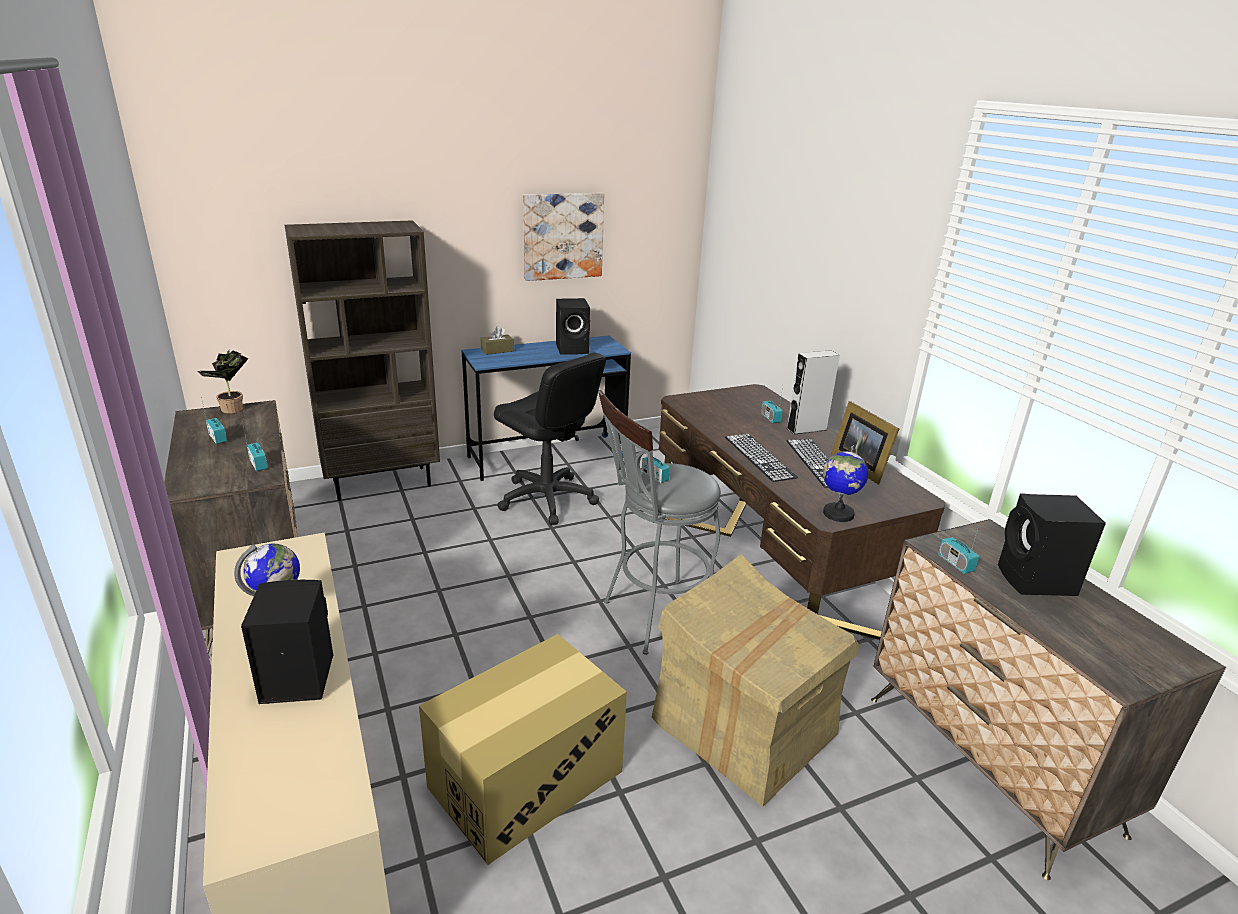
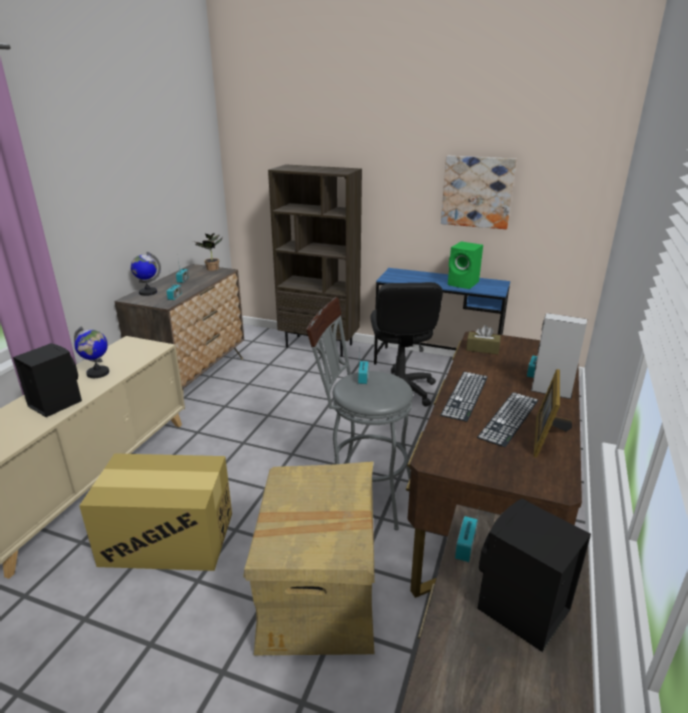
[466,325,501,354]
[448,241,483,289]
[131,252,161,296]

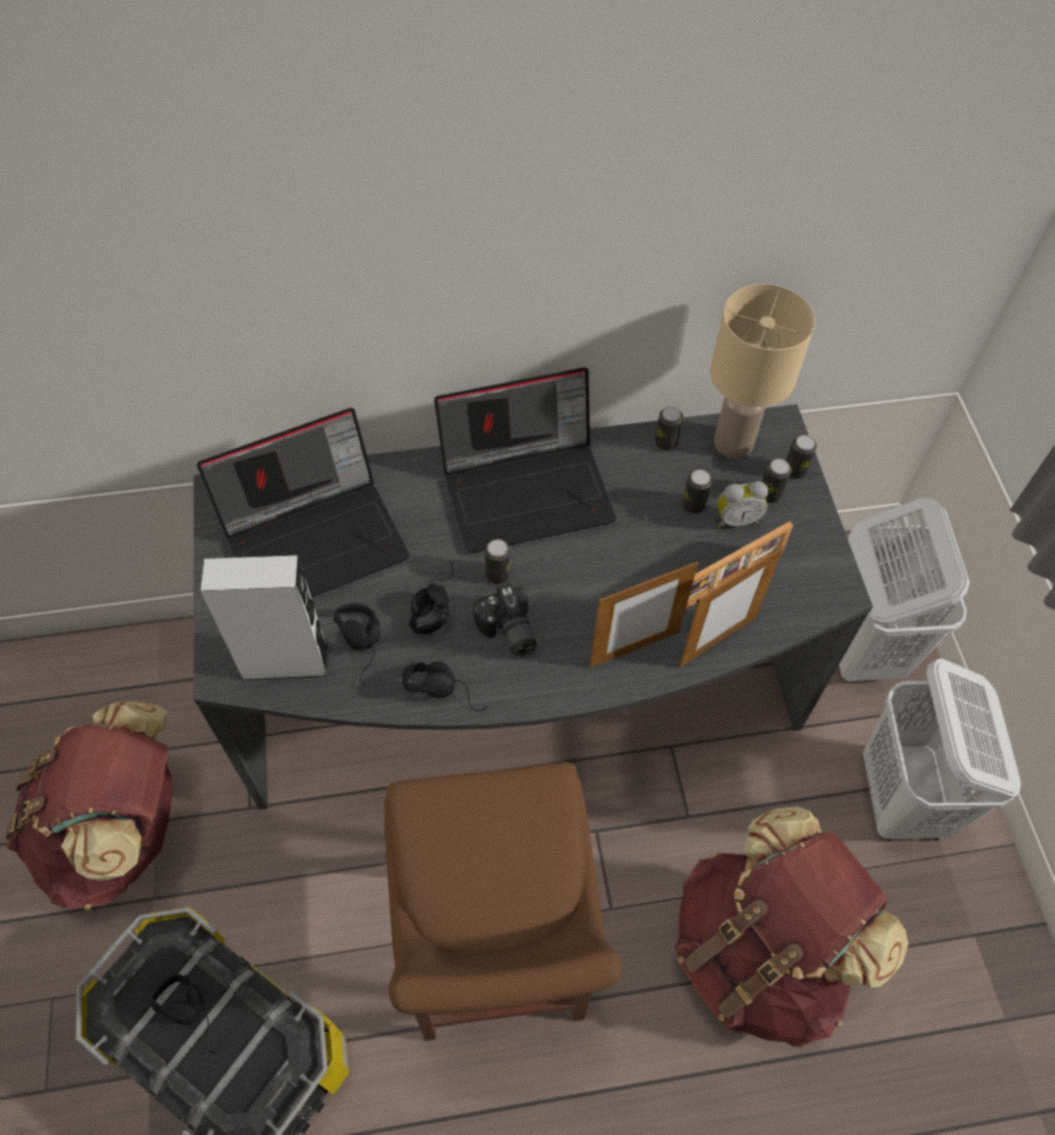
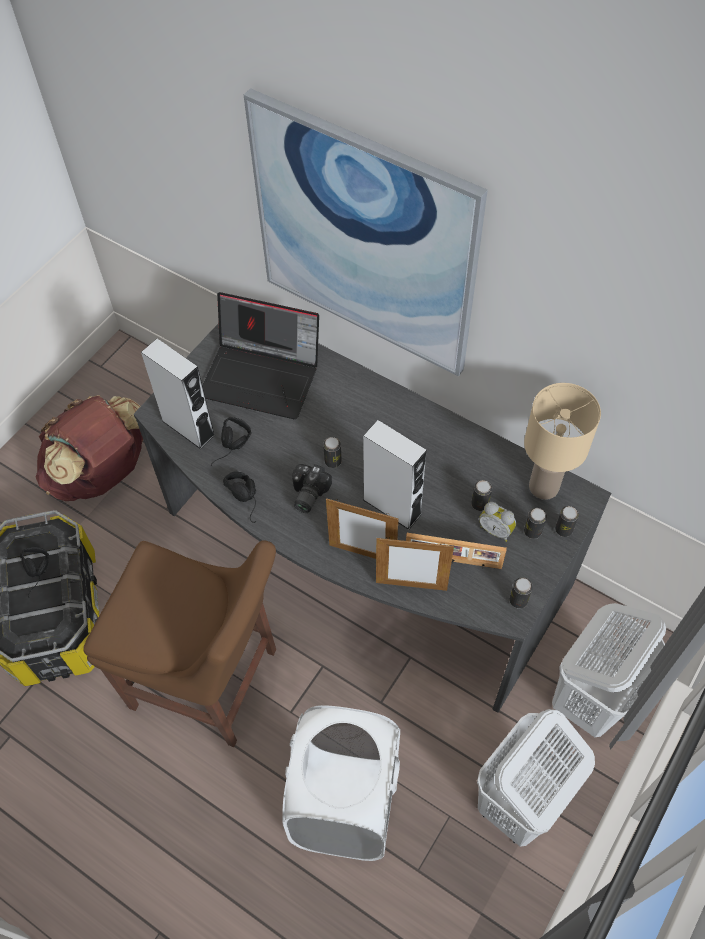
[83,540,276,747]
[409,561,453,634] (first image)
[434,367,616,553] (first image)
[509,577,533,609]
[282,705,400,861]
[244,88,488,376]
[363,420,427,530]

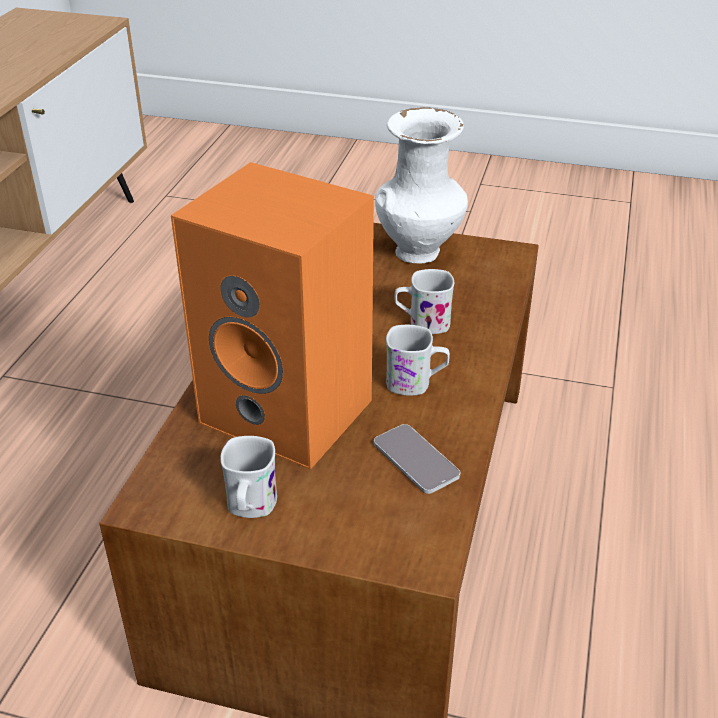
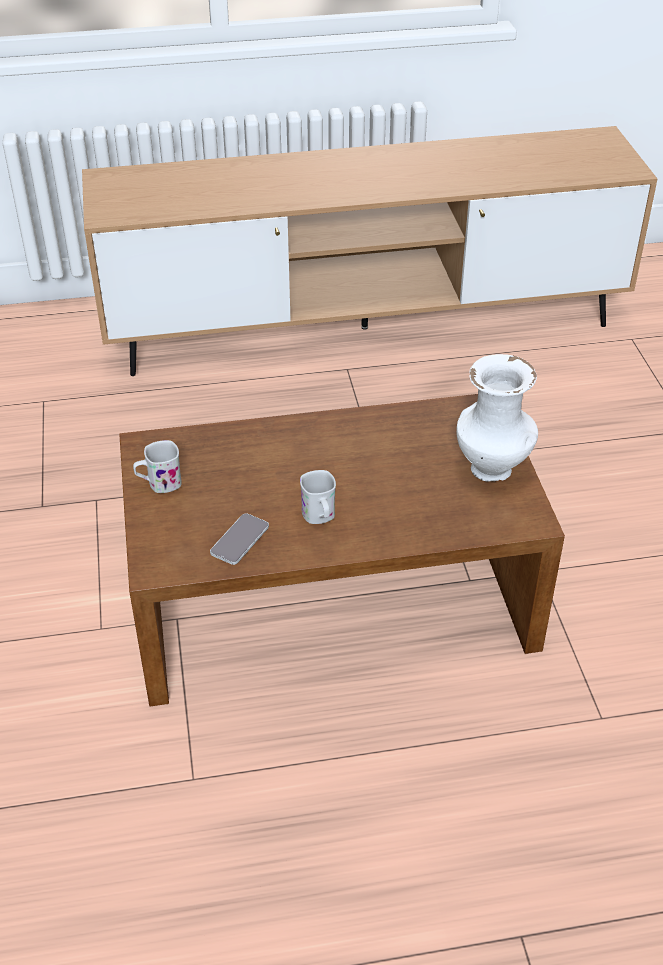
[171,162,374,470] (first image)
[395,269,454,334] (first image)

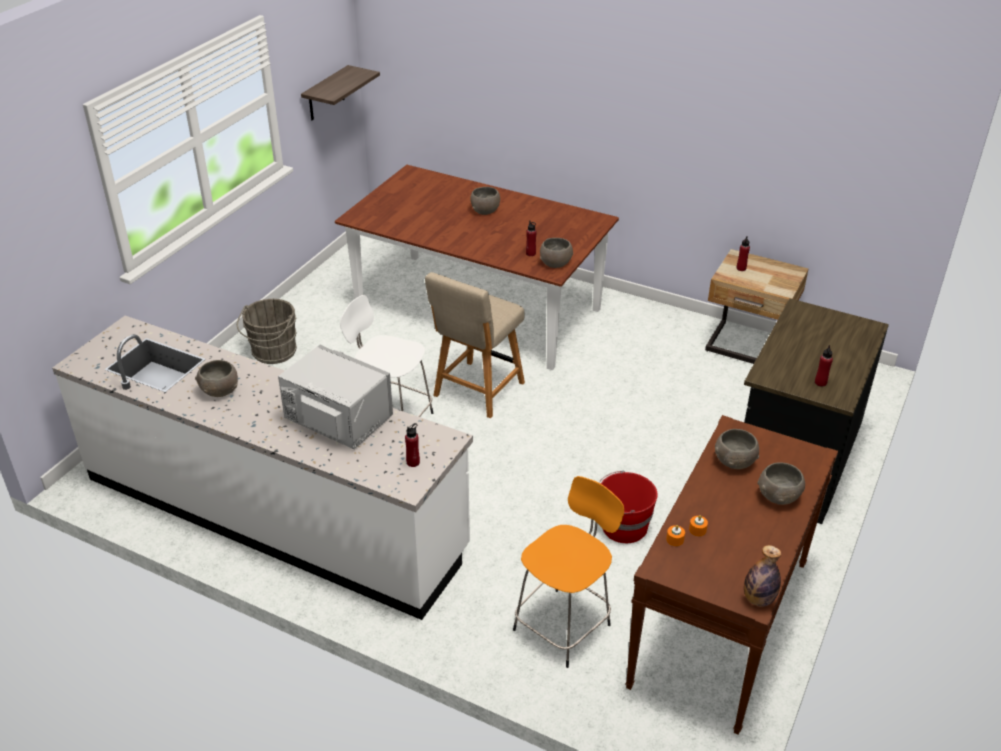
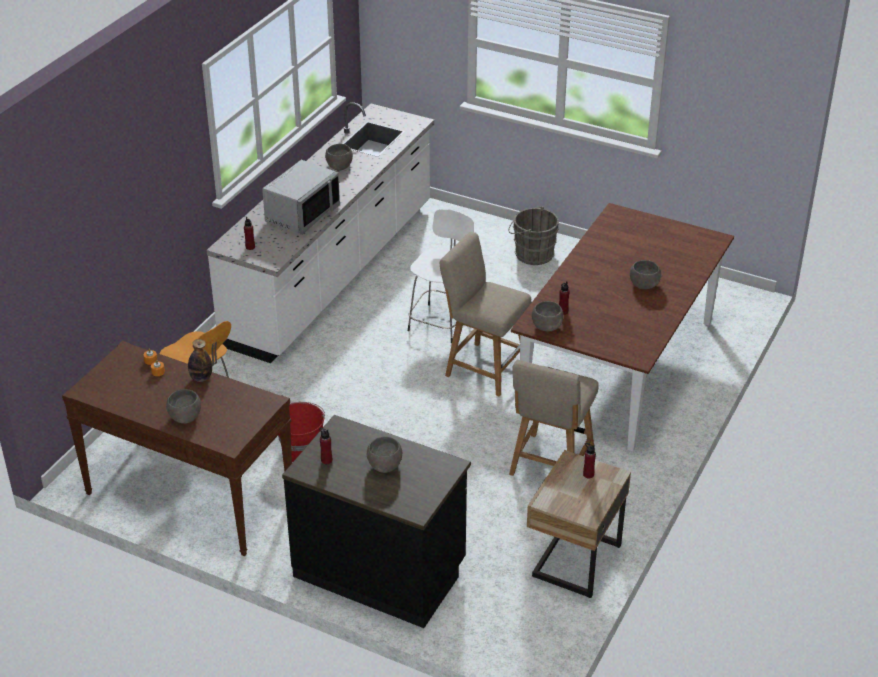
[301,65,380,120] (first image)
[367,436,402,473]
[188,339,212,382]
[509,360,599,476]

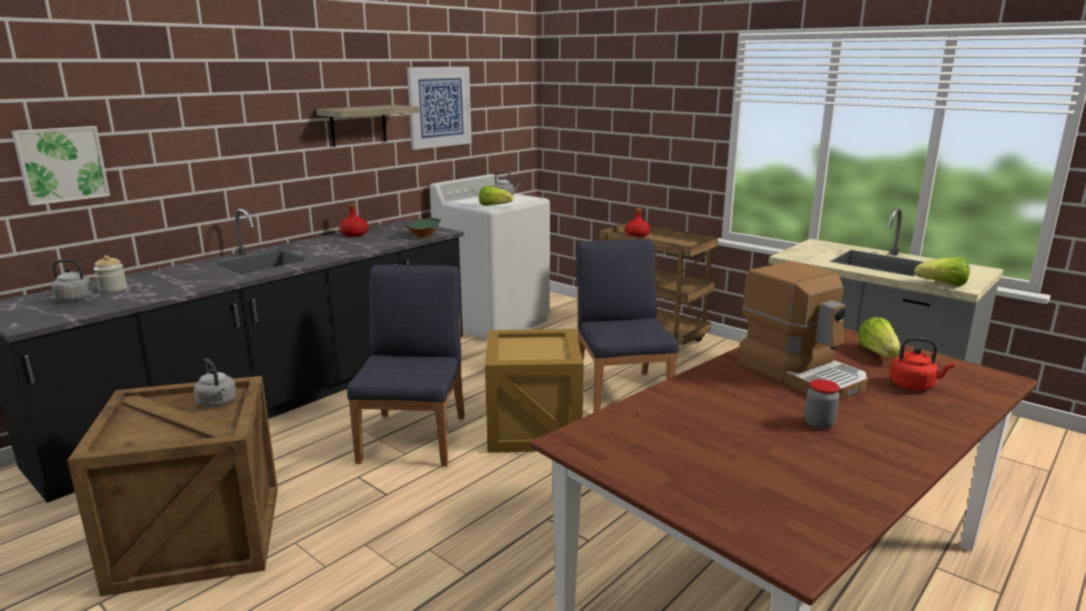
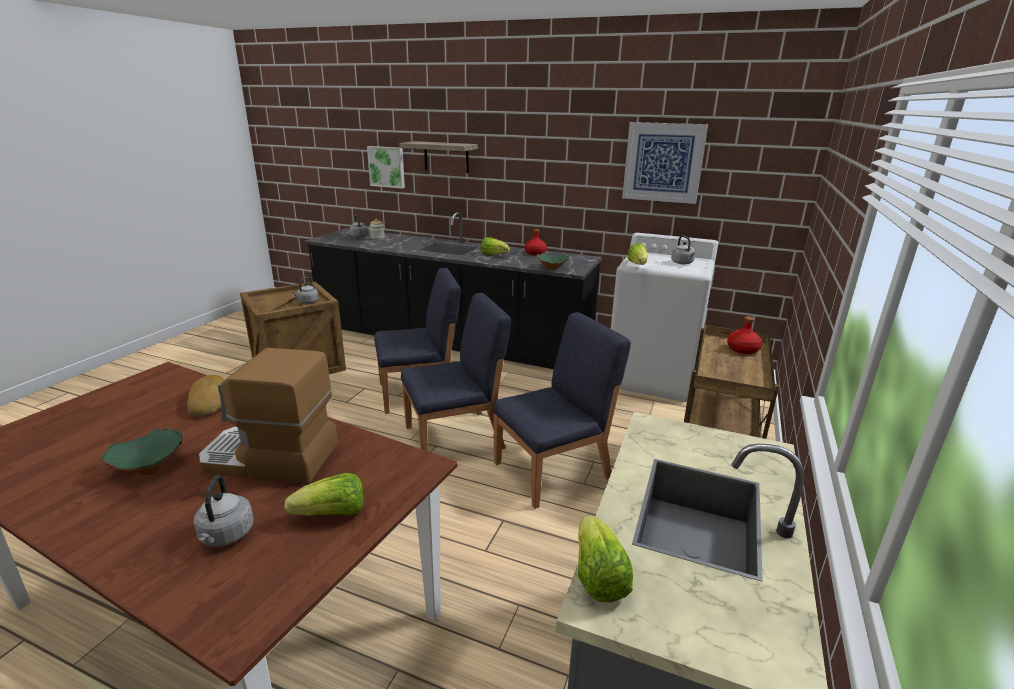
[399,141,478,173]
[401,293,511,451]
[199,348,338,483]
[100,427,183,475]
[194,475,254,547]
[187,375,225,416]
[480,237,510,255]

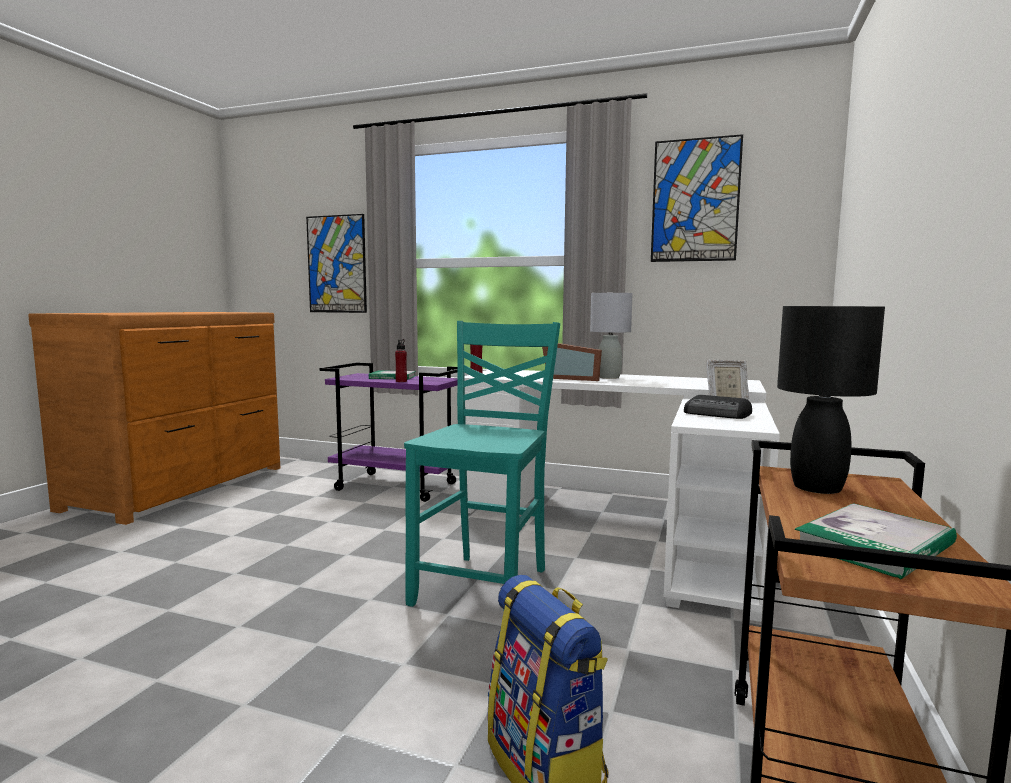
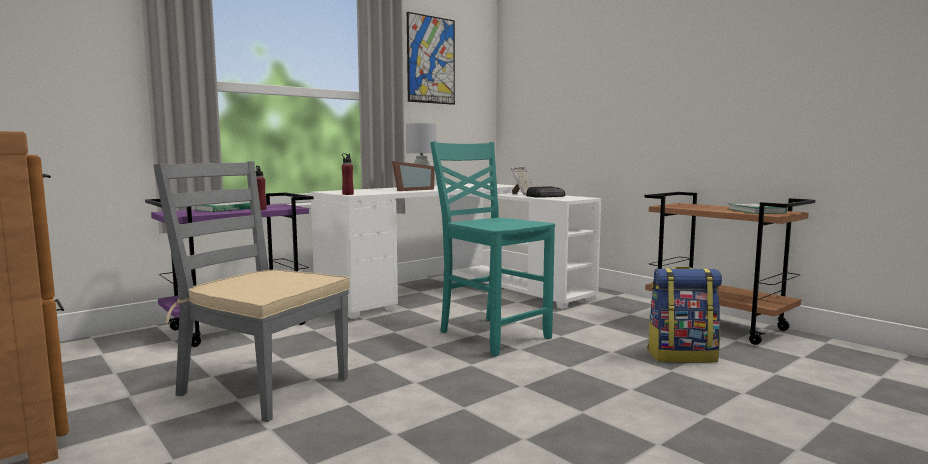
[306,214,367,313] (first image)
[777,306,885,494] (first image)
[153,161,350,422]

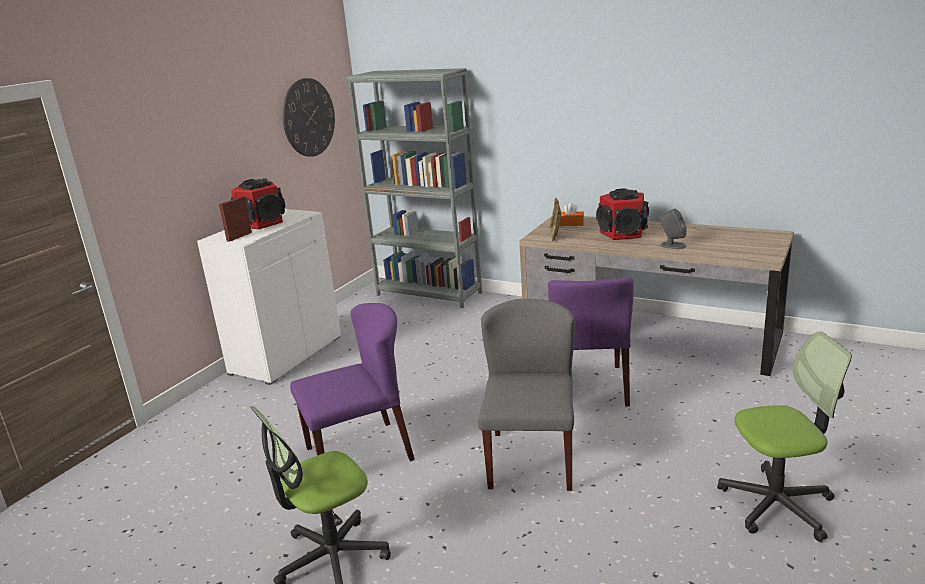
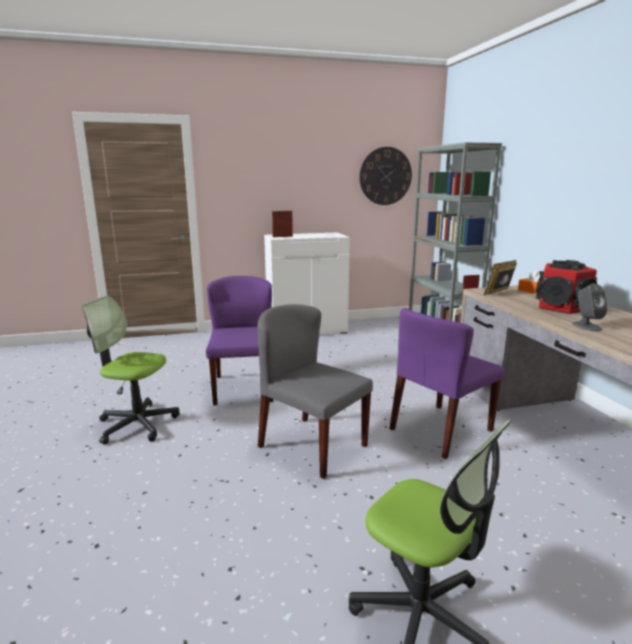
[230,178,285,229] (first image)
[206,276,273,405]
[258,304,373,479]

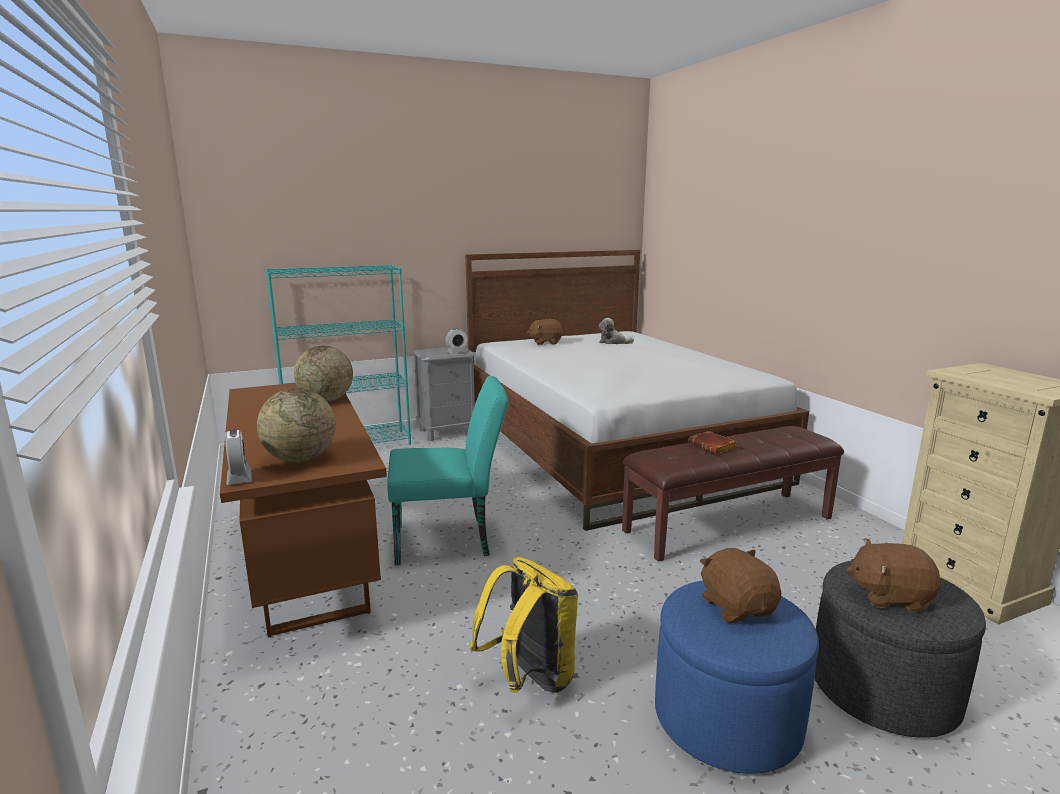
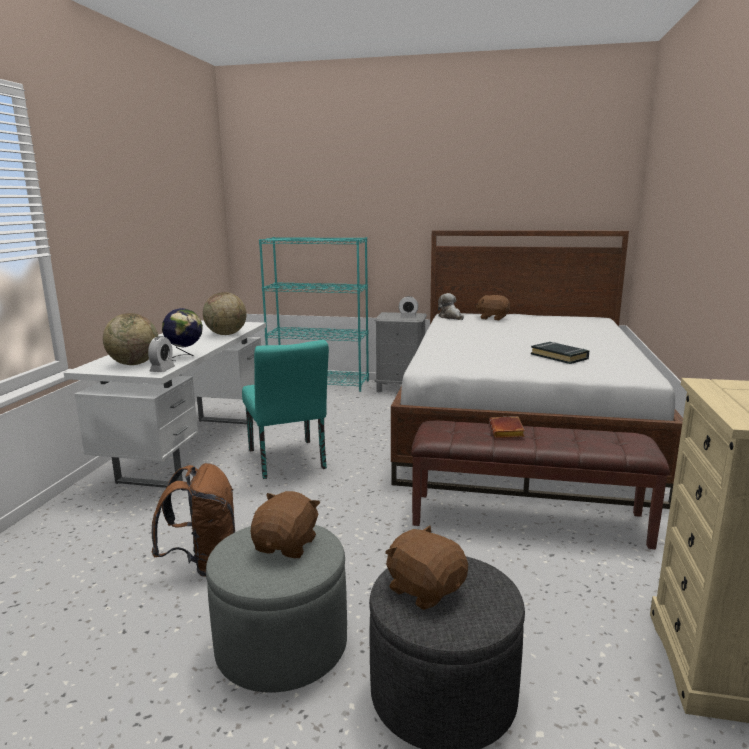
[64,320,266,488]
[148,336,175,372]
[242,340,329,479]
[151,463,235,576]
[438,293,464,320]
[206,525,347,693]
[162,308,203,361]
[531,342,590,364]

